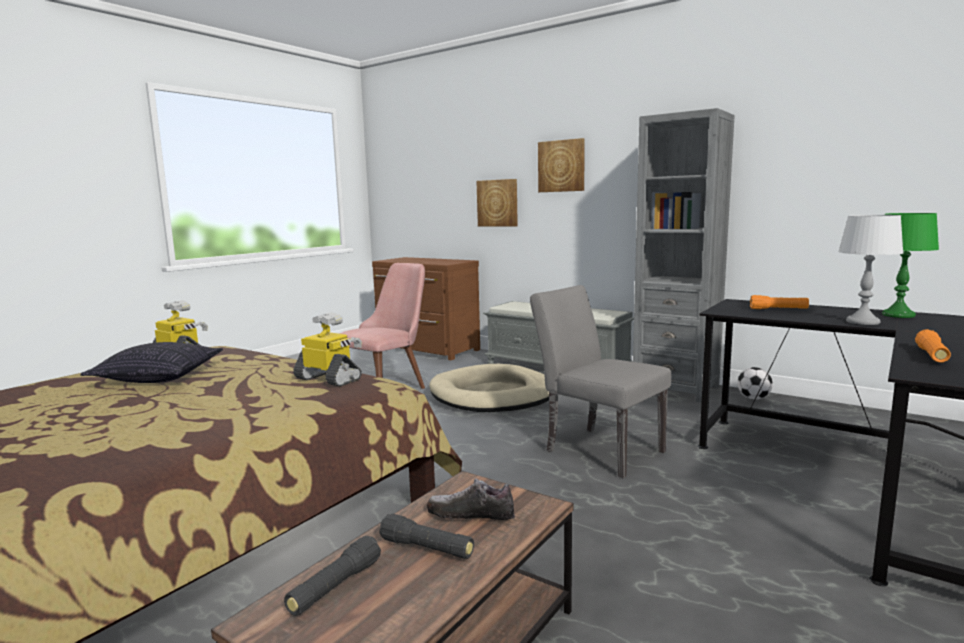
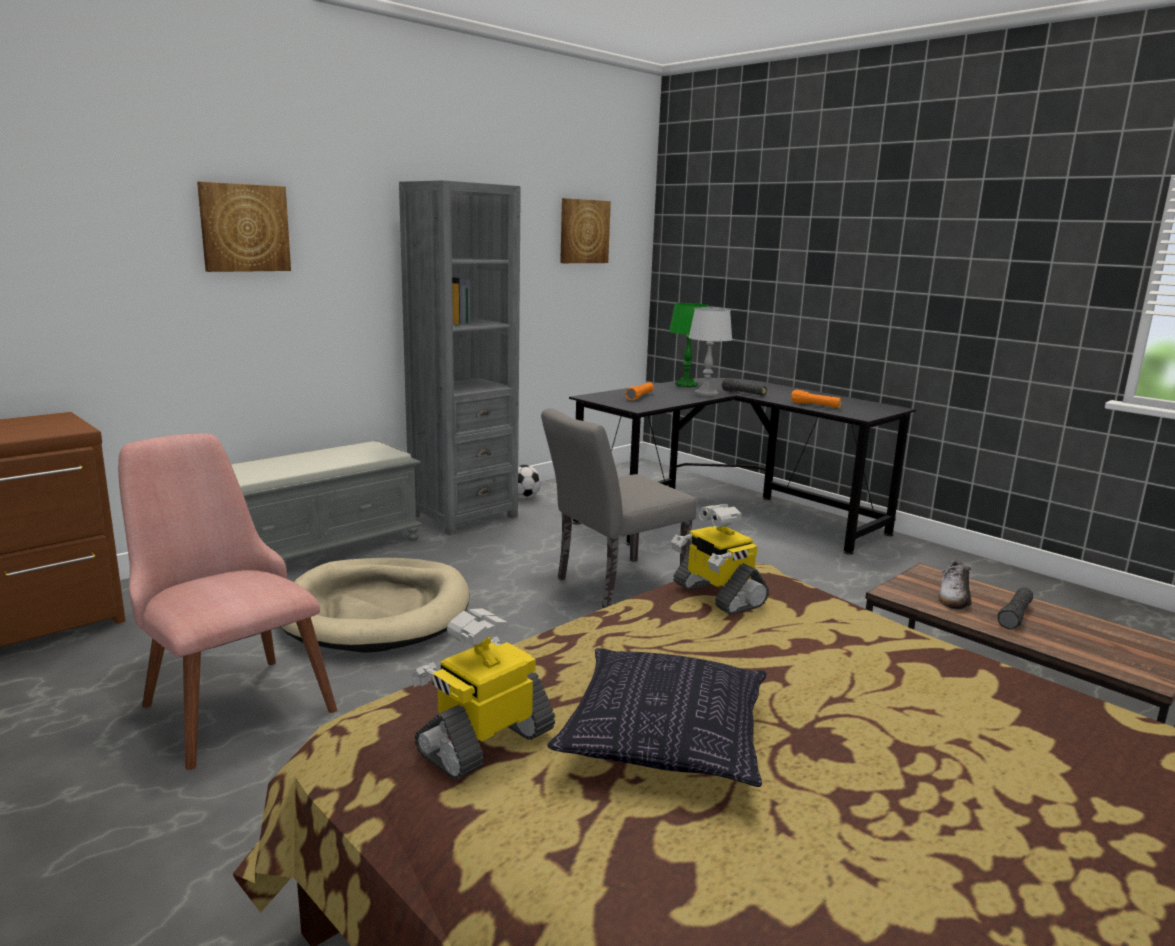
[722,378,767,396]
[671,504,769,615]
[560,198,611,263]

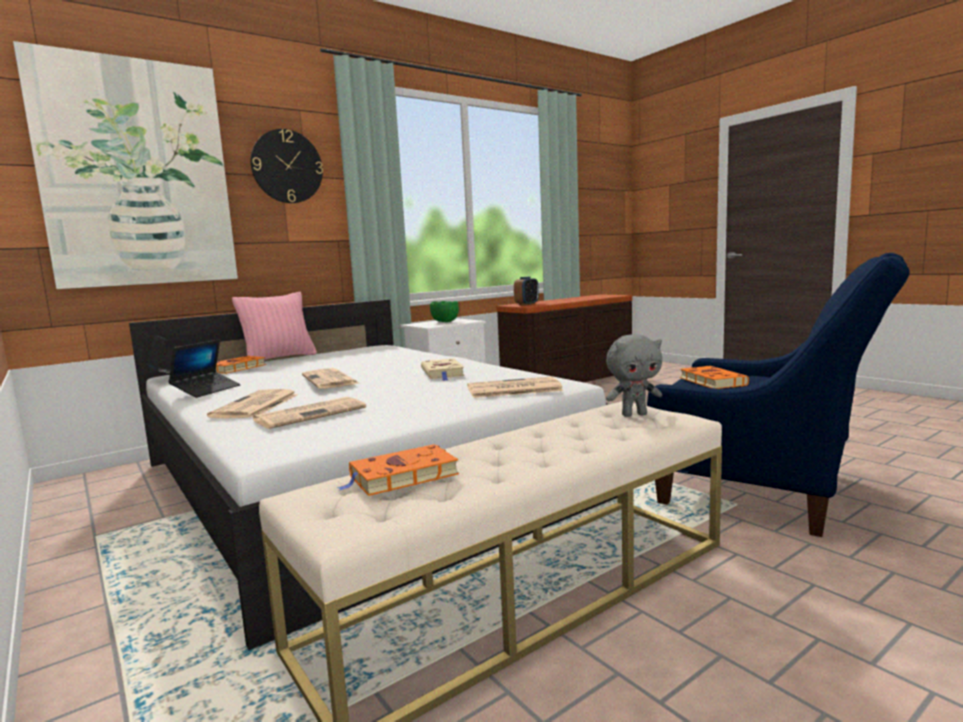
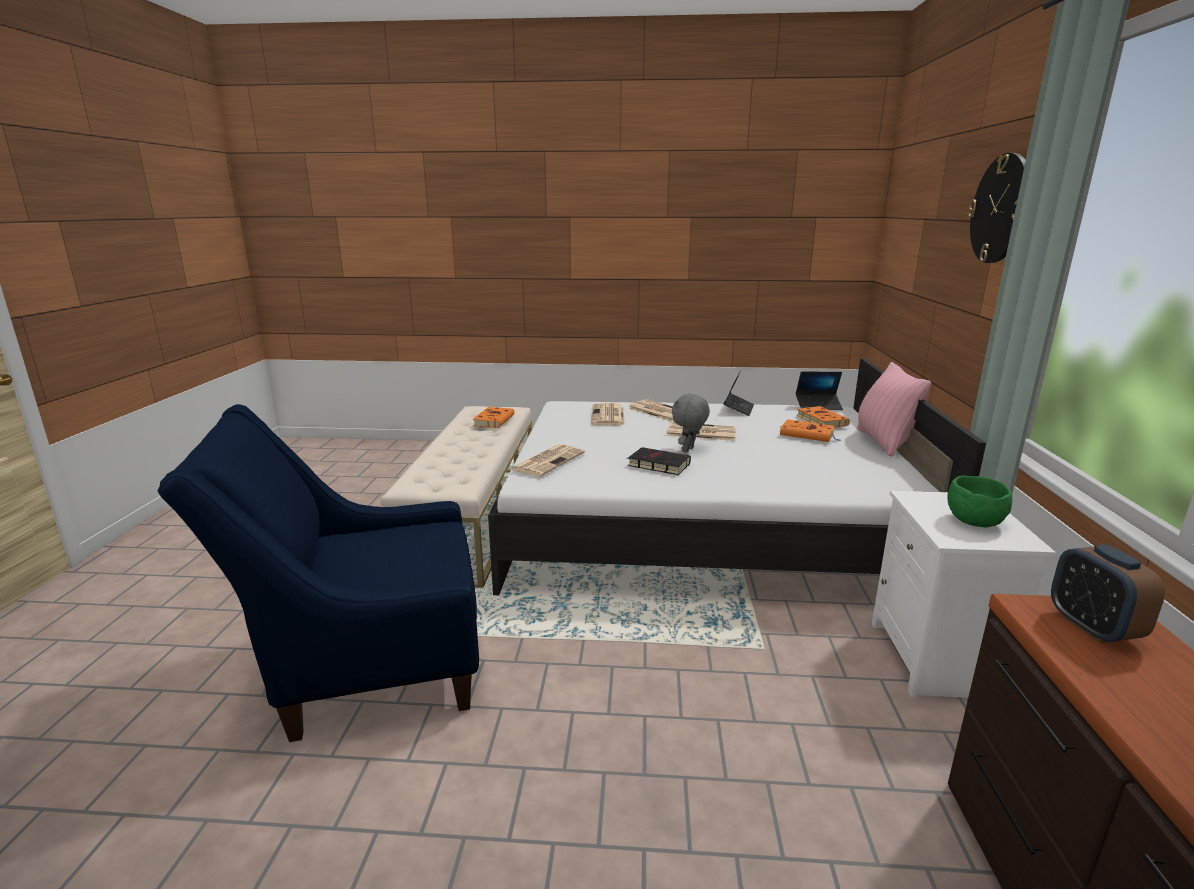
[13,41,238,289] (first image)
[724,370,754,416]
[626,447,691,475]
[672,393,710,452]
[780,419,840,442]

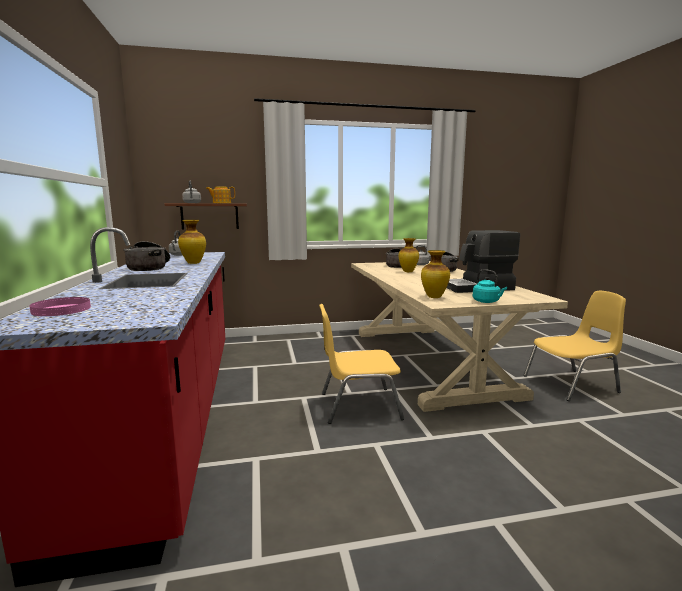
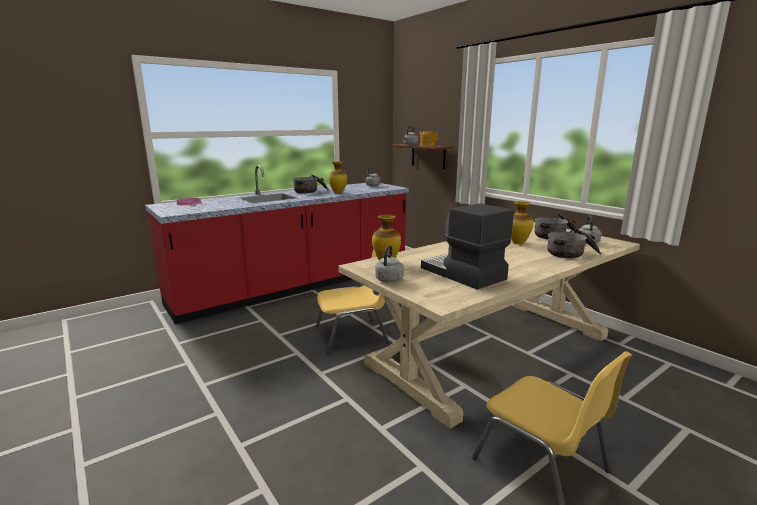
[316,249,389,354]
[375,245,404,283]

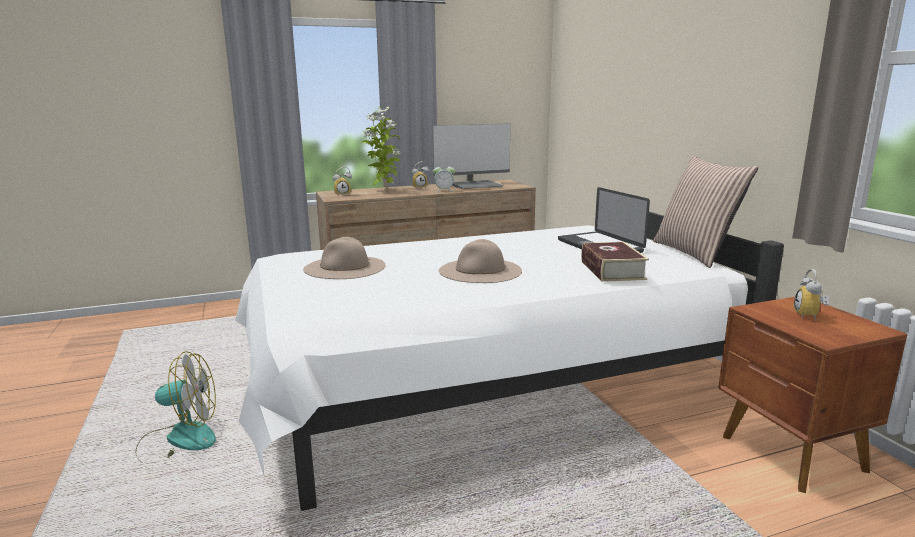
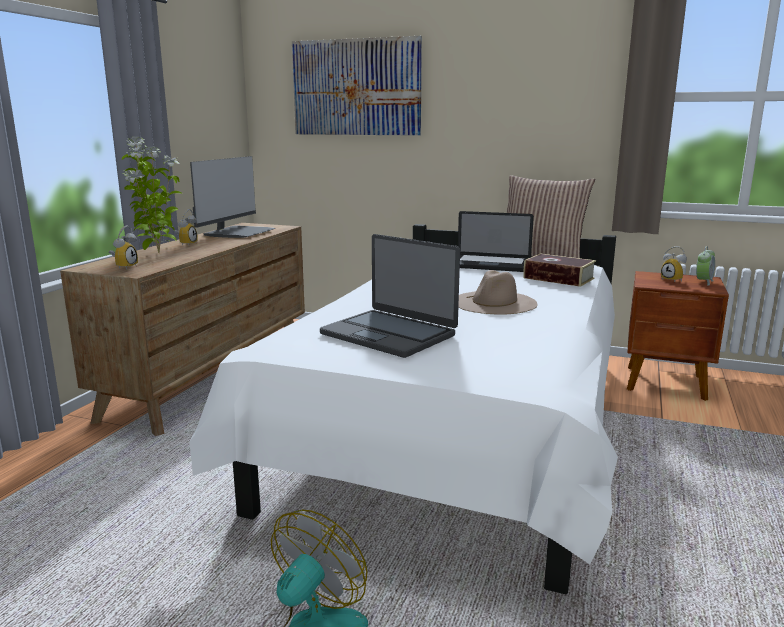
[320,234,460,358]
[696,246,715,286]
[292,36,422,136]

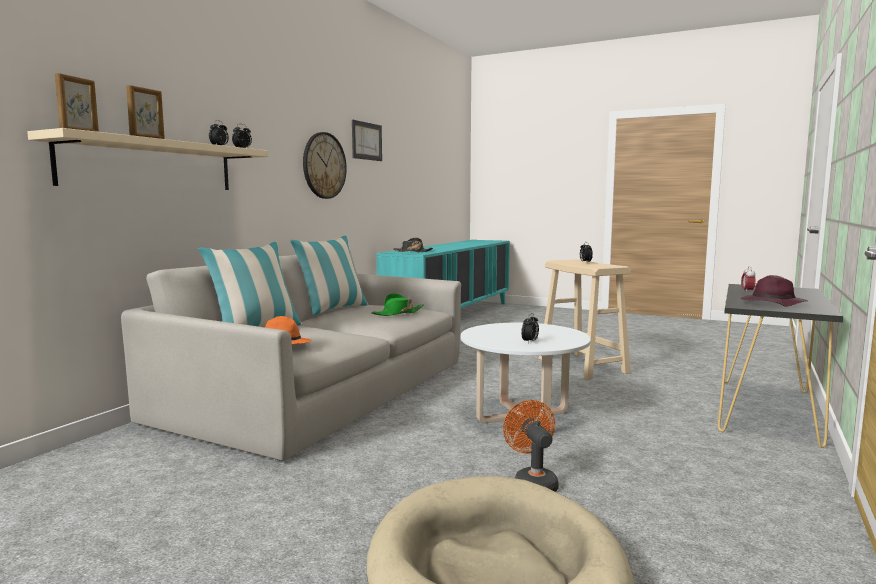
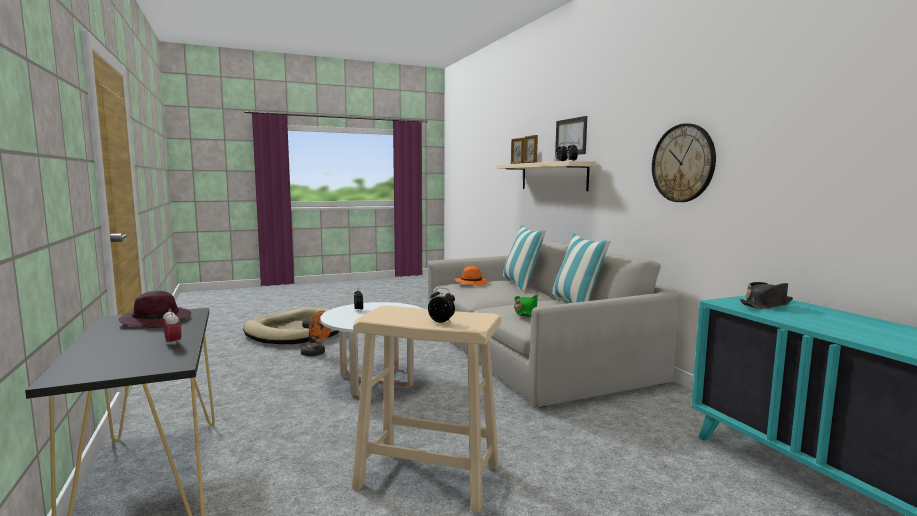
[555,116,587,155]

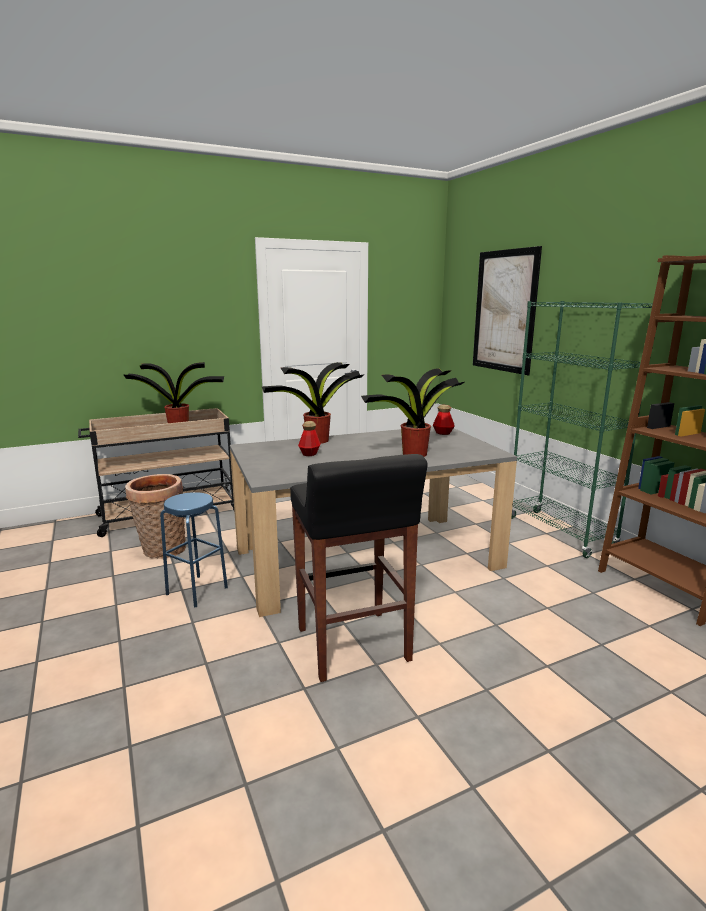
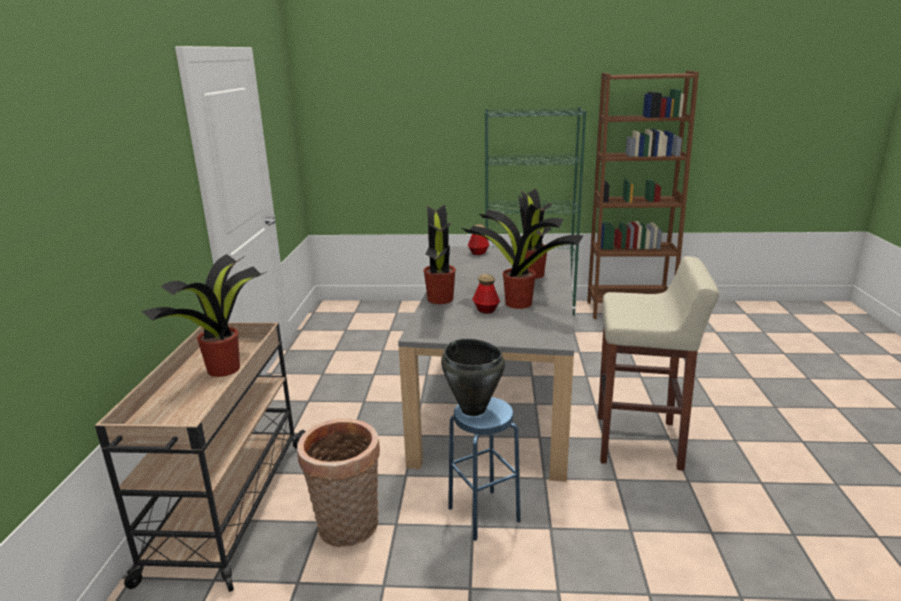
[598,256,719,471]
[473,246,542,375] (first image)
[441,339,505,416]
[462,210,583,309]

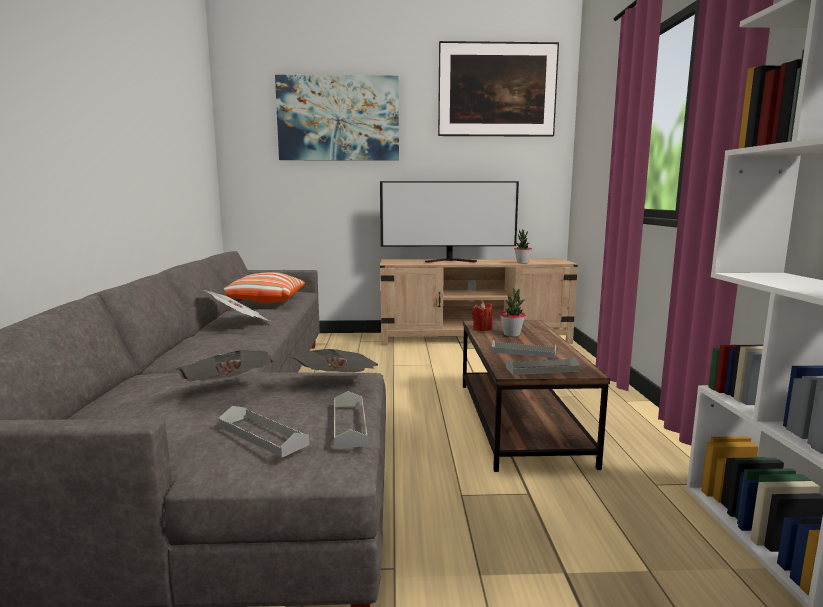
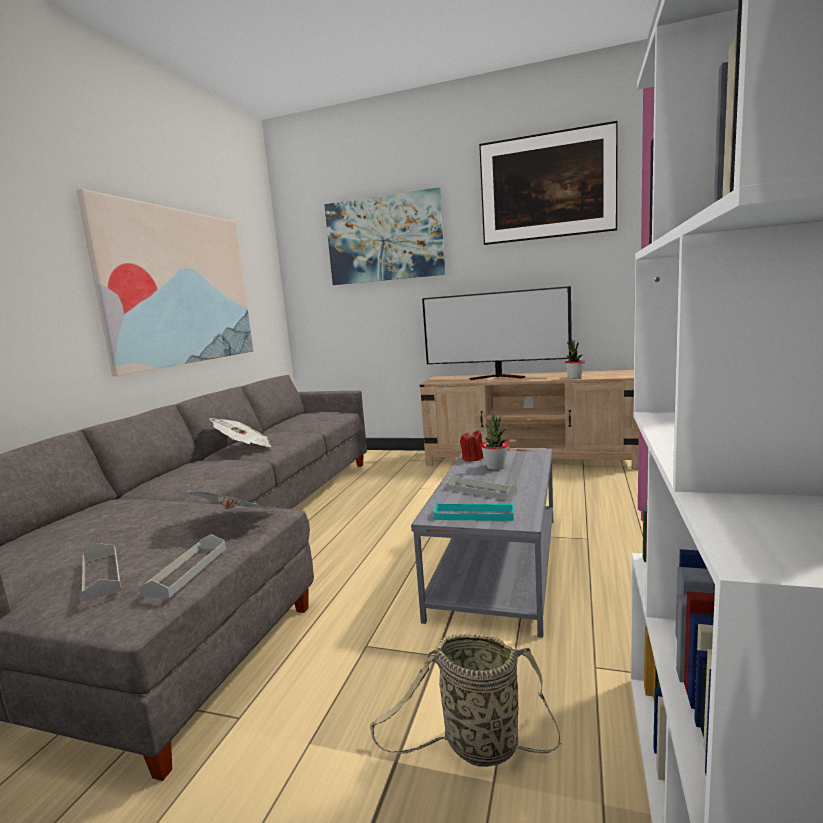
[175,350,274,381] (first image)
[224,272,305,303] (first image)
[411,448,553,638]
[434,502,514,521]
[76,189,253,376]
[370,634,561,767]

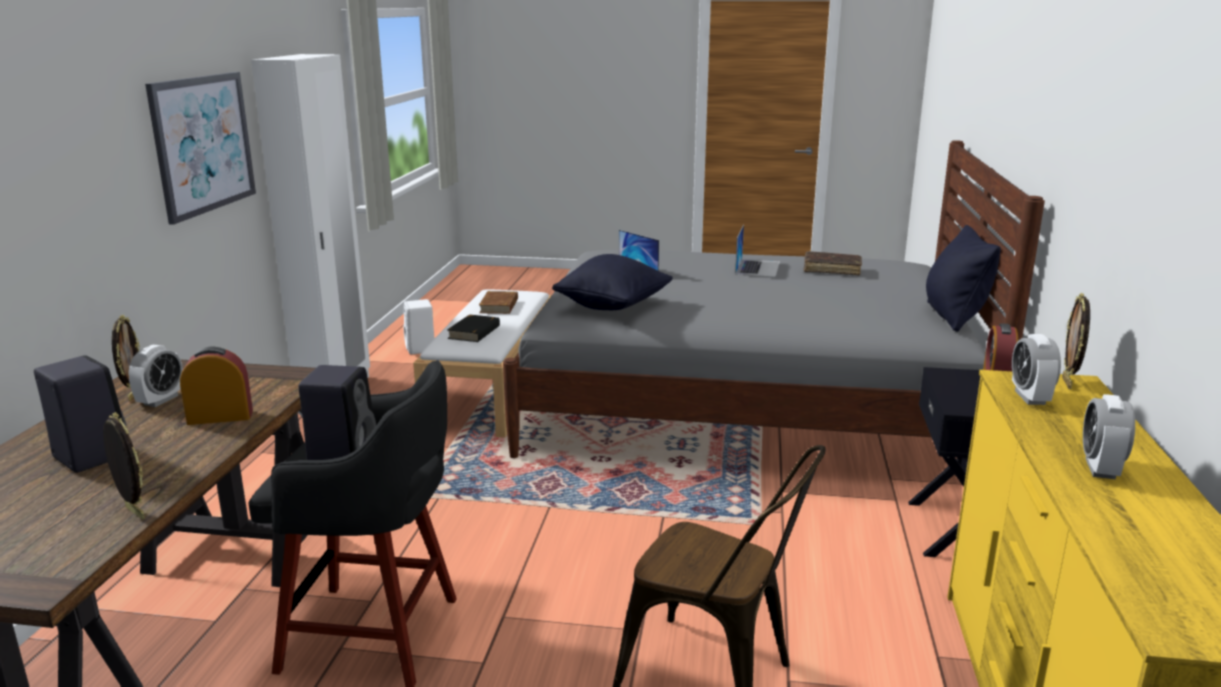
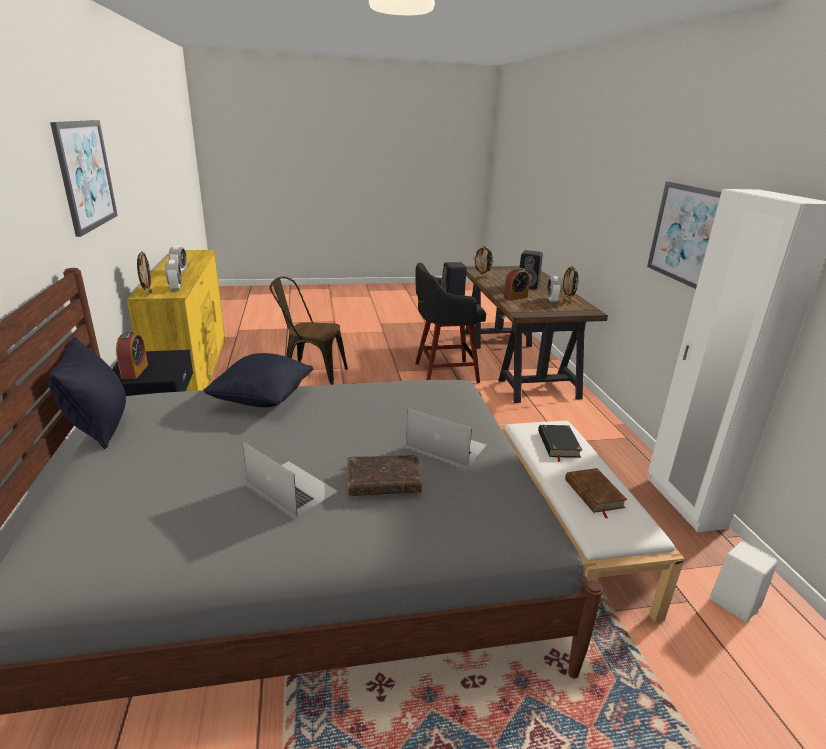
[203,353,313,407]
[243,442,338,517]
[347,455,422,496]
[50,120,118,237]

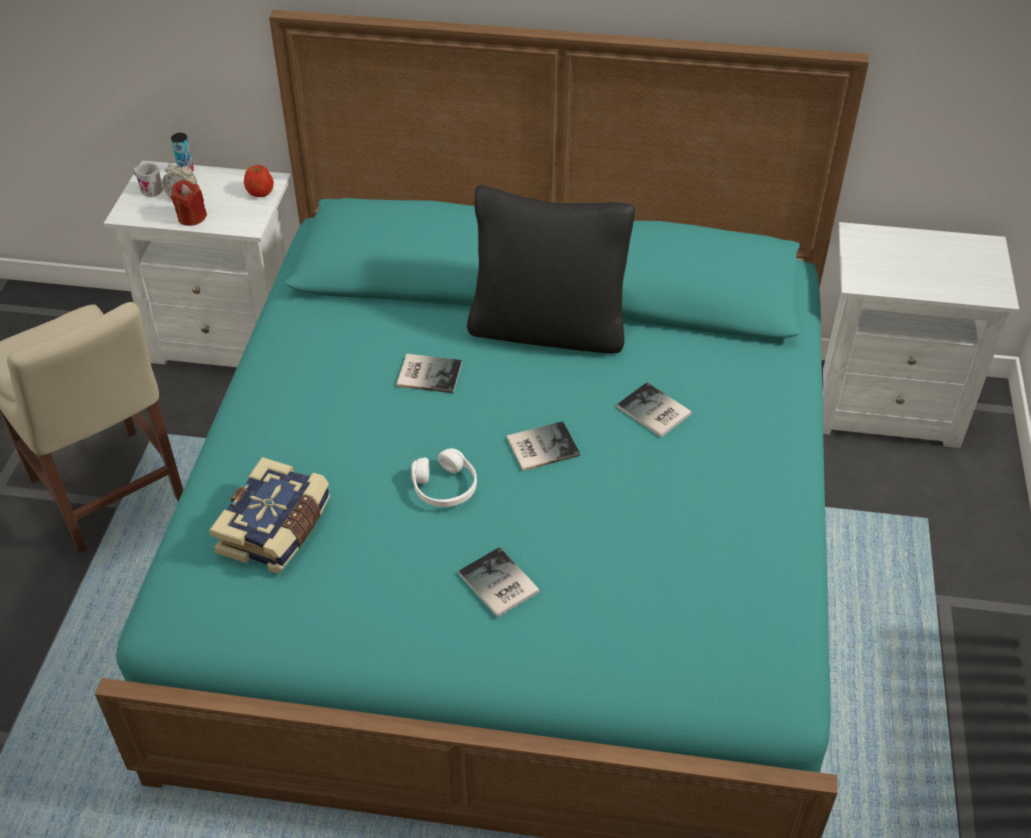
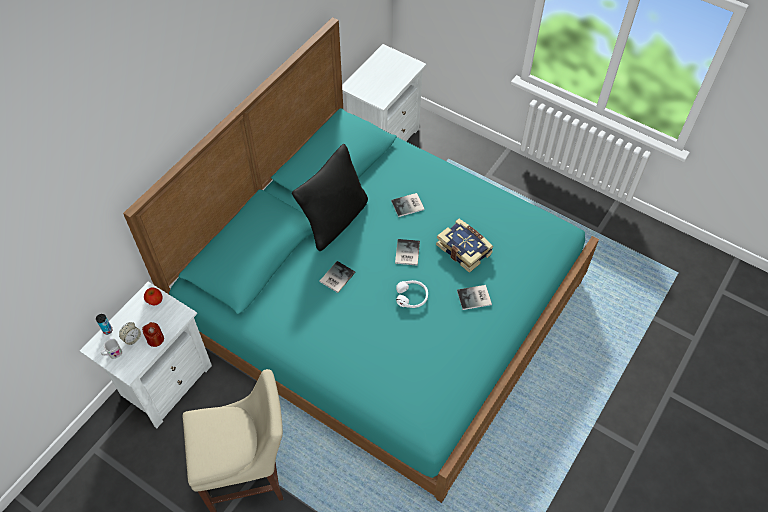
[436,219,494,273]

